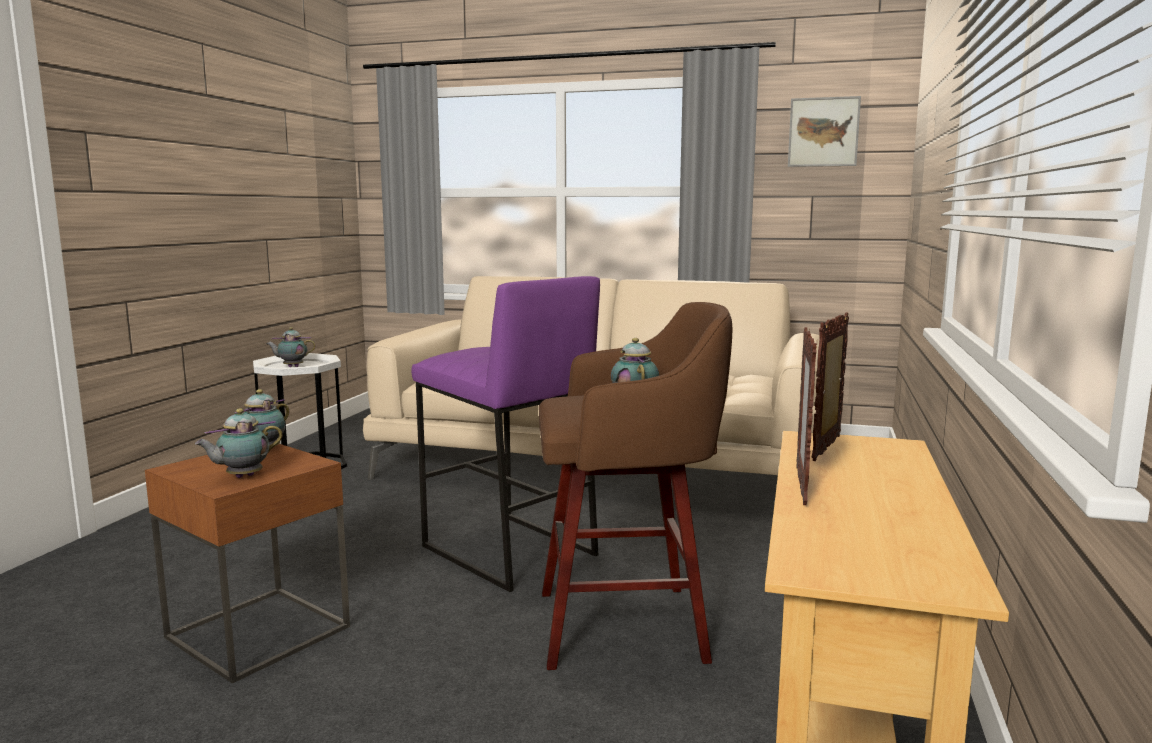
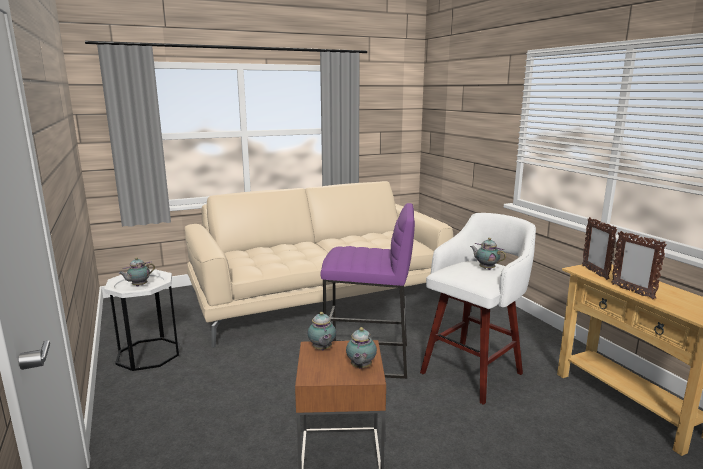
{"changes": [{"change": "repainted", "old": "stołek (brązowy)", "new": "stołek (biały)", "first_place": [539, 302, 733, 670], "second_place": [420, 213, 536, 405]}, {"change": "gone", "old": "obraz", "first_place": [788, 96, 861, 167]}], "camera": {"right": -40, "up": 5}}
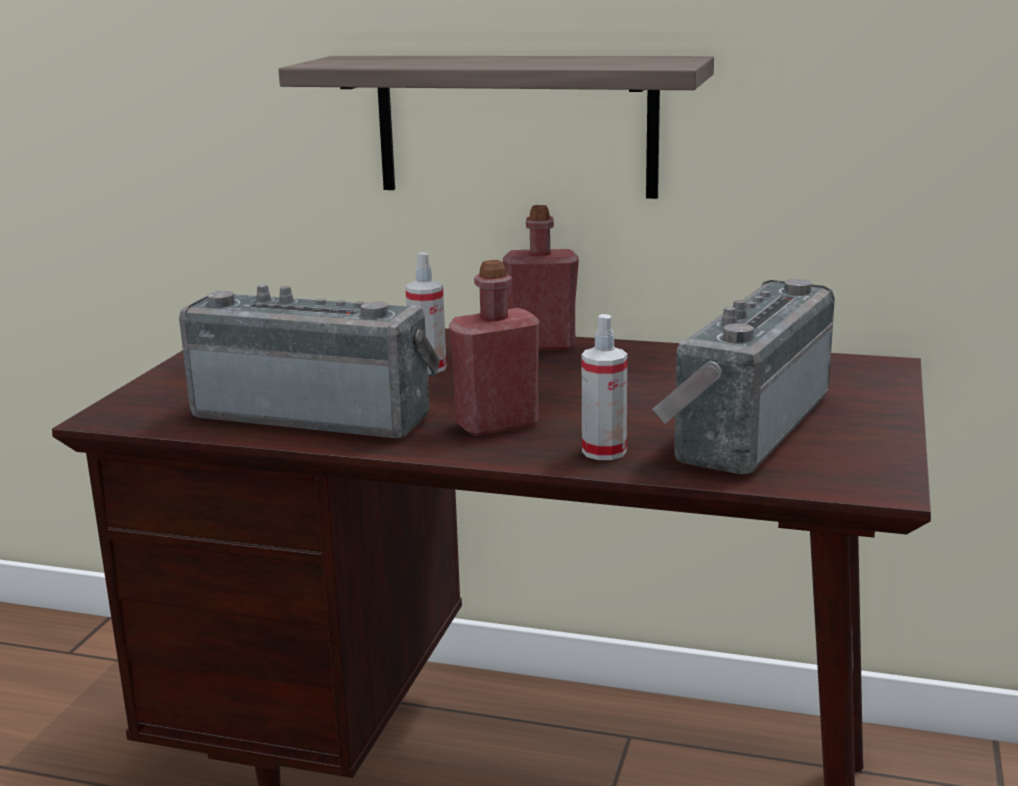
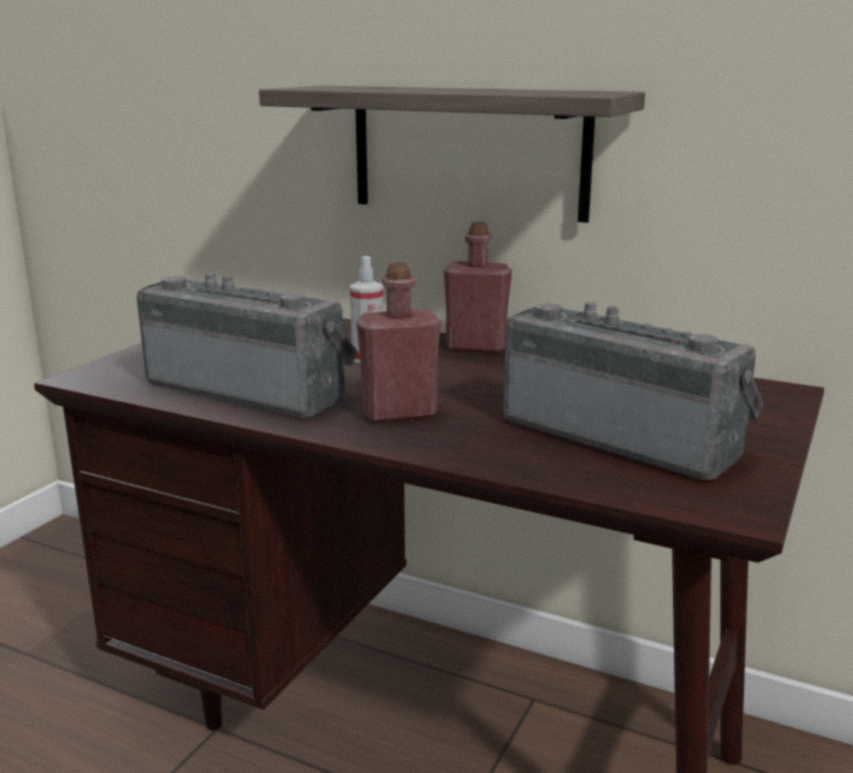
{"changes": [{"change": "gone", "old": "spryskiwacz", "first_place": [582, 314, 627, 460]}, {"change": "rotated", "old": "radio", "first_place": [653, 279, 835, 474], "second_place": [503, 302, 763, 480], "degrees": 90}], "camera": {"right": 10, "up": 0}}
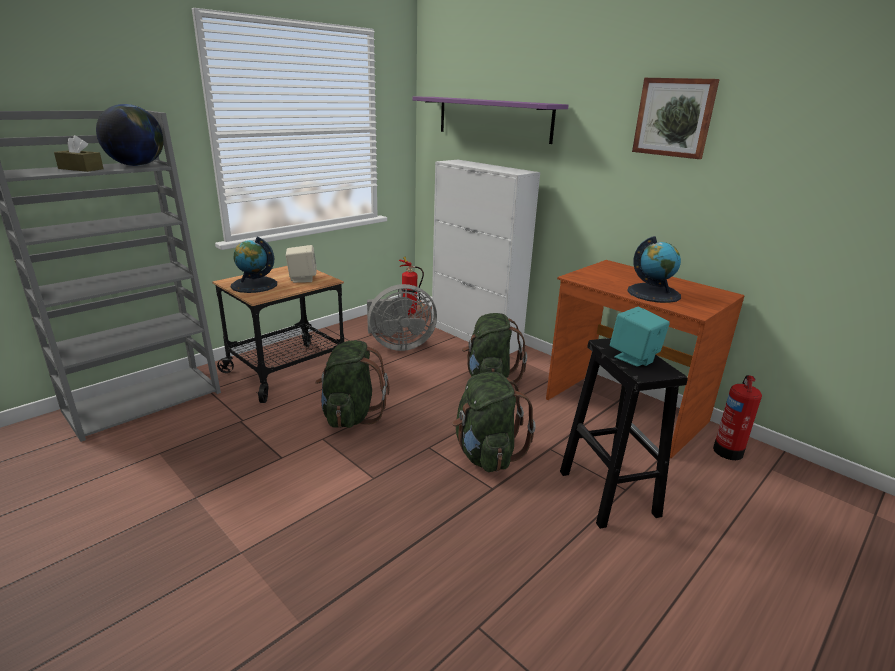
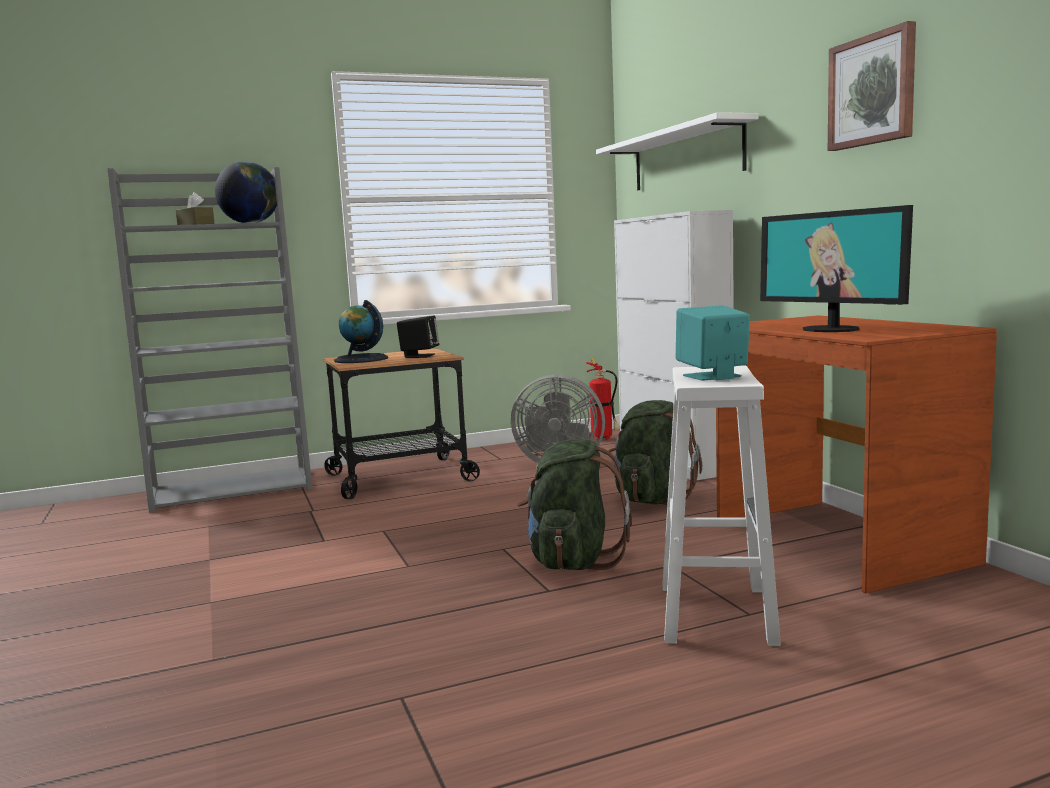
{"changes": [{"change": "repainted", "old": "głośnik (beżowy)", "new": "głośnik (czarny)", "first_place": [286, 245, 317, 283], "second_place": [397, 316, 439, 358]}, {"change": "gone", "old": "plecak (zielony)", "first_place": [315, 340, 390, 428]}, {"change": "repainted", "old": "półka (fioletowy)", "new": "półka (biały)", "first_place": [412, 96, 569, 144], "second_place": [596, 112, 758, 190]}, {"change": "repainted", "old": "stołek (czarny)", "new": "stołek (biały)", "first_place": [560, 338, 688, 529], "second_place": [662, 365, 781, 646]}, {"change": "swapped", "old": "globus", "new": "monitor", "first_place": [627, 236, 681, 303], "second_place": [760, 205, 913, 332]}, {"change": "gone", "old": "gaśnica", "first_place": [713, 375, 762, 460]}], "camera": {"right": 25, "up": -15}}
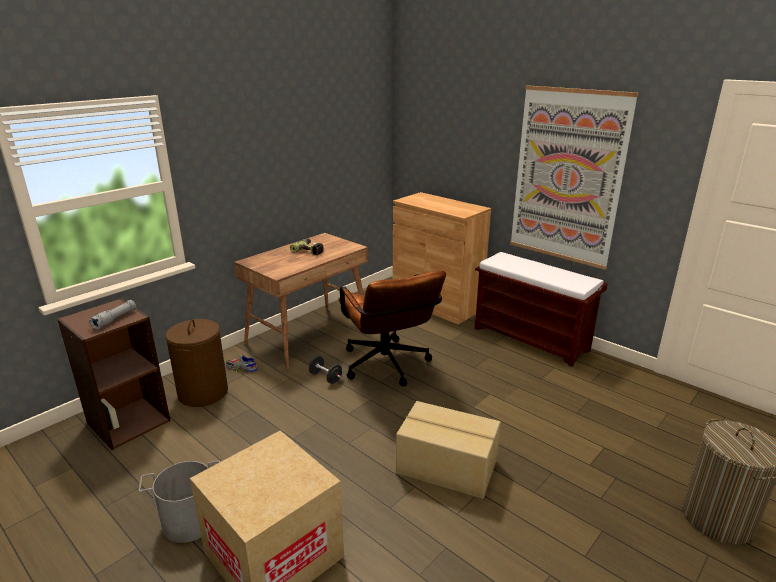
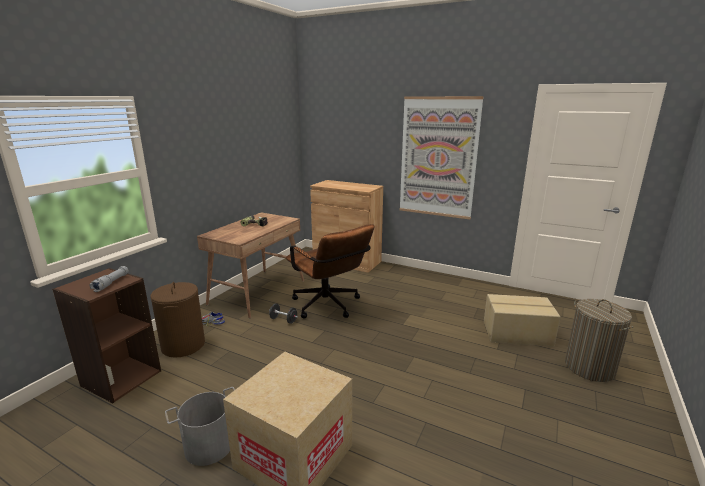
{"changes": [{"change": "shifted", "old": "karton", "first_place": [396, 401, 501, 499], "second_place": [484, 294, 561, 347]}, {"change": "gone", "old": "ławka (brązowy)", "first_place": [474, 252, 608, 367]}], "camera": {"right": -15, "up": -5}}
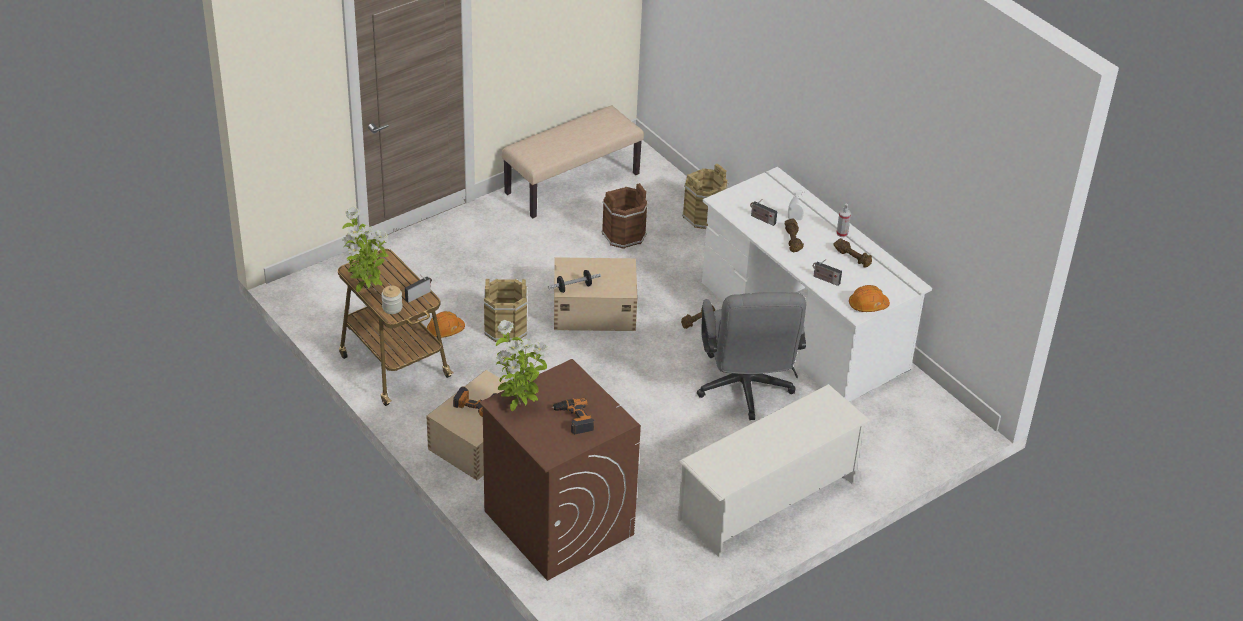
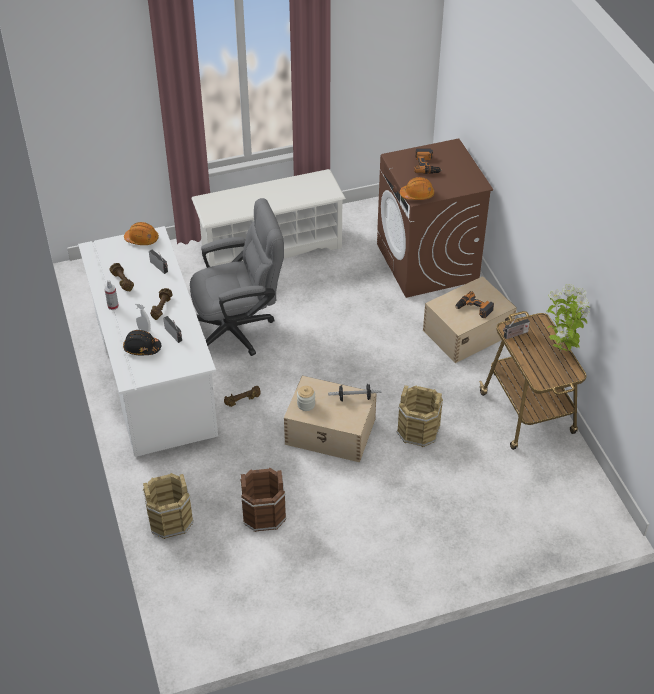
{"changes": [{"change": "shifted", "old": "słoik", "first_place": [381, 286, 403, 314], "second_place": [297, 386, 315, 411]}, {"change": "shifted", "old": "kask (pomarańczowy)", "first_place": [427, 311, 465, 338], "second_place": [400, 177, 434, 200]}, {"change": "gone", "old": "roślina doniczkowa", "first_place": [496, 320, 548, 411]}, {"change": "gone", "old": "ławka (beżowy)", "first_place": [502, 106, 644, 218]}, {"change": "rotated", "old": "krzesło biurowe (szary)", "first_place": [697, 292, 806, 420], "second_place": [190, 198, 284, 356], "degrees": 60}, {"change": "new", "new": "kask (czarny)", "second_place": [123, 330, 161, 355]}], "camera": {"right": -160, "up": 5}}
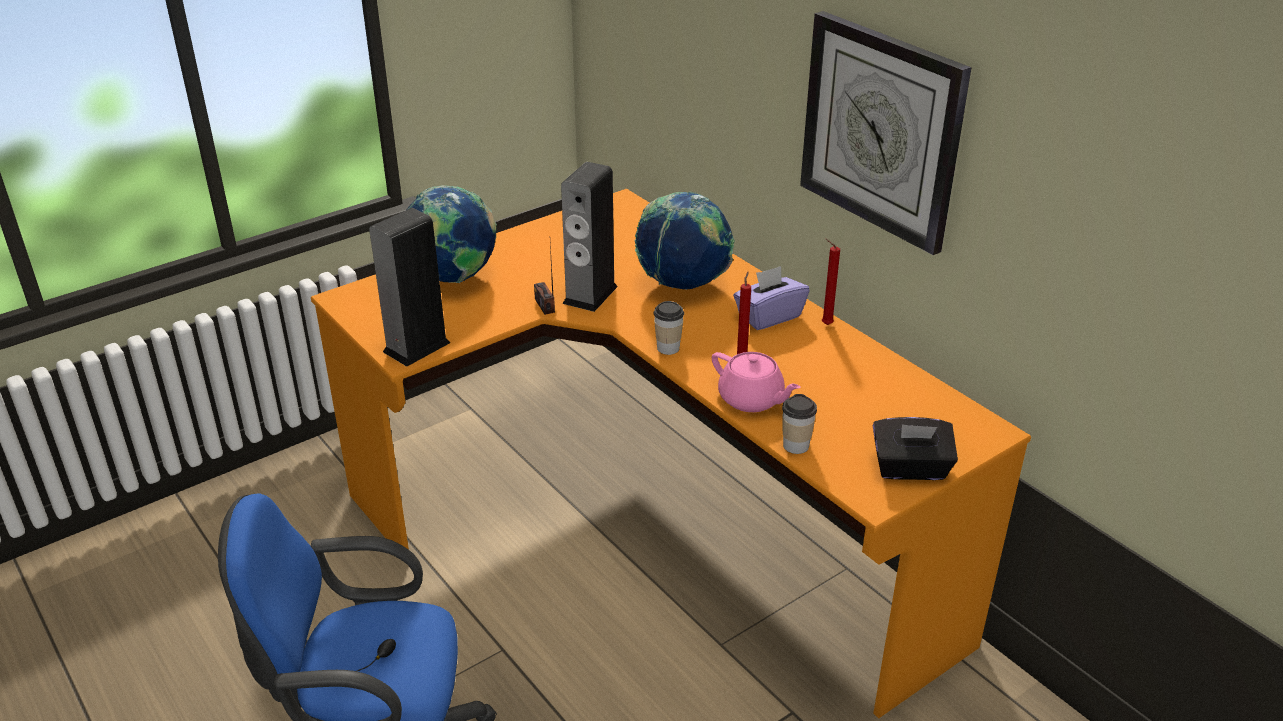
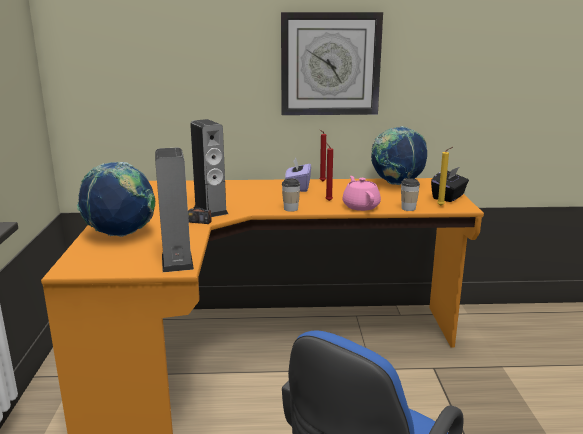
{"changes": [{"change": "shifted", "old": "globus", "first_place": [635, 192, 735, 290], "second_place": [371, 126, 427, 185]}, {"change": "rotated", "old": "imbryk (różowy)", "first_place": [712, 352, 801, 412], "second_place": [342, 176, 381, 211], "degrees": -90}, {"change": "new", "new": "świeca (żółty)", "second_place": [437, 147, 453, 206]}], "camera": {"right": -55, "up": -15}}
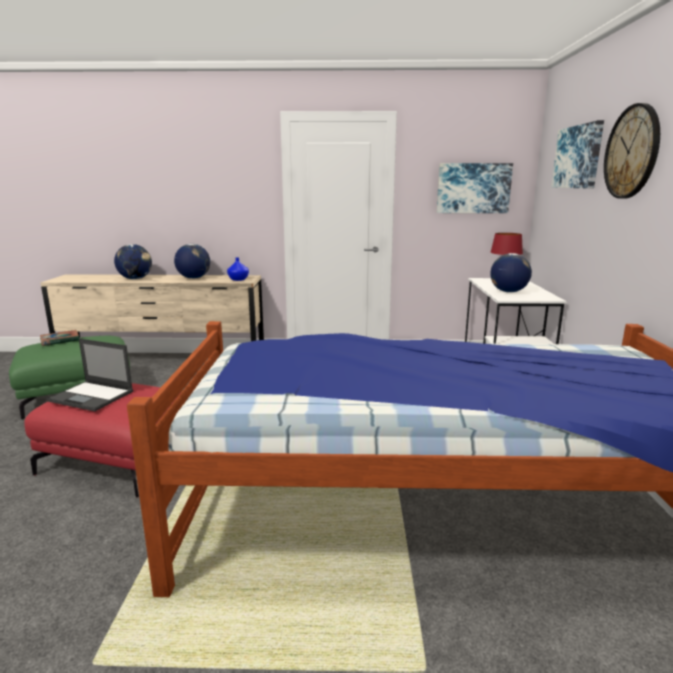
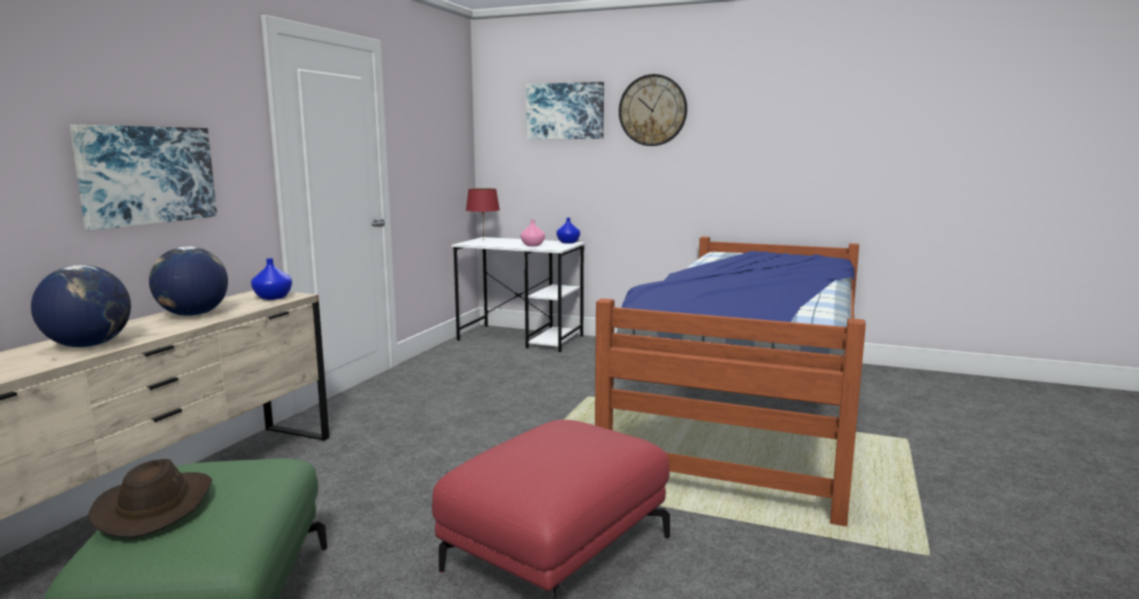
{"changes": [{"change": "swapped", "old": "książka", "new": "kapelusz (brązowy)", "first_place": [40, 330, 79, 346], "second_place": [88, 459, 212, 538]}, {"change": "gone", "old": "laptop", "first_place": [46, 339, 133, 411]}, {"change": "shifted", "old": "obraz", "first_place": [437, 163, 513, 213], "second_place": [70, 125, 217, 230]}, {"change": "swapped", "old": "globus", "new": "wazon (różowy)", "first_place": [490, 253, 532, 293], "second_place": [521, 220, 545, 246]}, {"change": "new", "new": "wazon (niebieski)", "second_place": [556, 218, 580, 244]}], "camera": {"right": -70, "up": -5}}
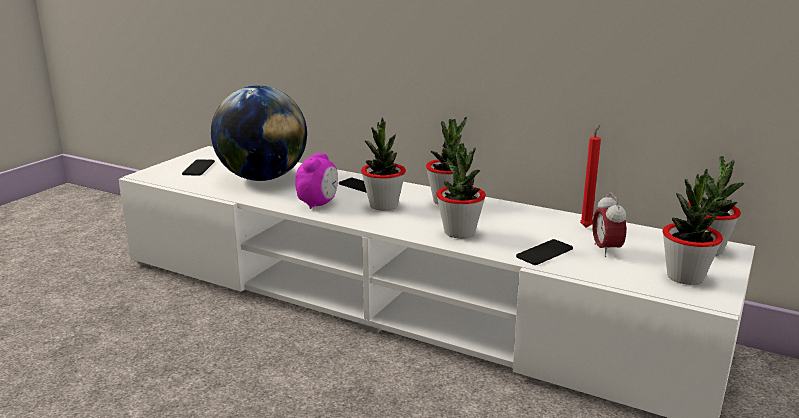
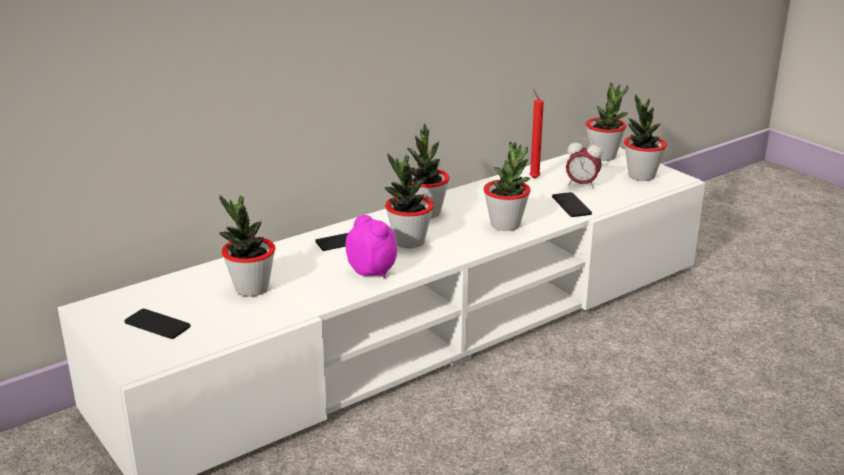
{"changes": [{"change": "swapped", "old": "globus", "new": "roślina doniczkowa", "first_place": [211, 85, 307, 181], "second_place": [219, 195, 275, 297]}], "camera": {"right": -65, "up": 5}}
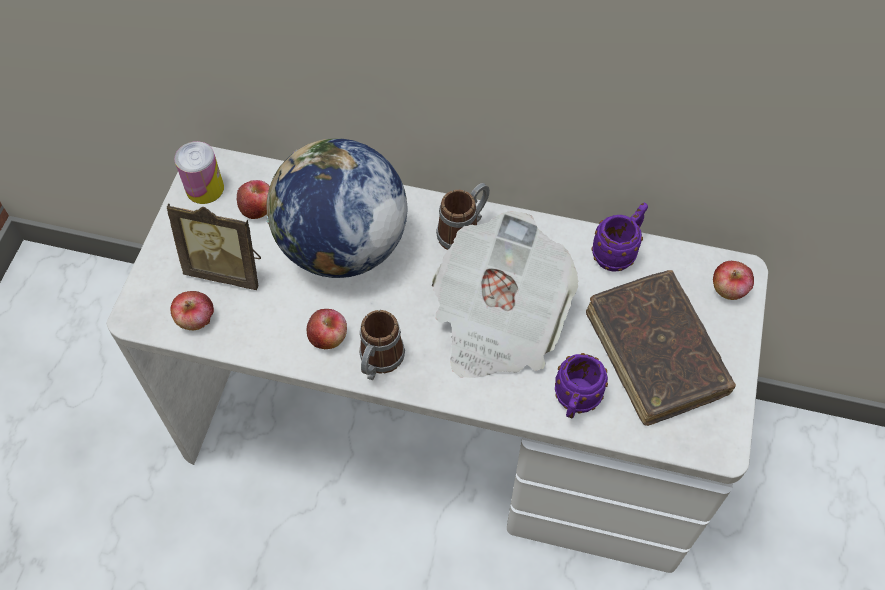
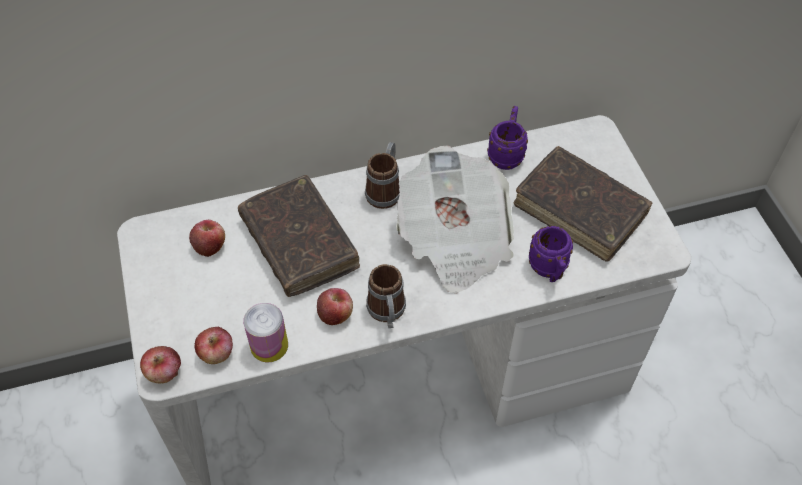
{"changes": [{"change": "gone", "old": "ramka na zdjęcie", "first_place": [166, 203, 261, 290]}, {"change": "shifted", "old": "puszka", "first_place": [174, 141, 224, 204], "second_place": [243, 303, 288, 363]}, {"change": "swapped", "old": "globus", "new": "książka (brązowy)", "first_place": [266, 138, 407, 278], "second_place": [238, 175, 360, 297]}, {"change": "shifted", "old": "jabłko", "first_place": [713, 261, 754, 300], "second_place": [140, 346, 181, 383]}], "camera": {"right": -30, "up": -5}}
